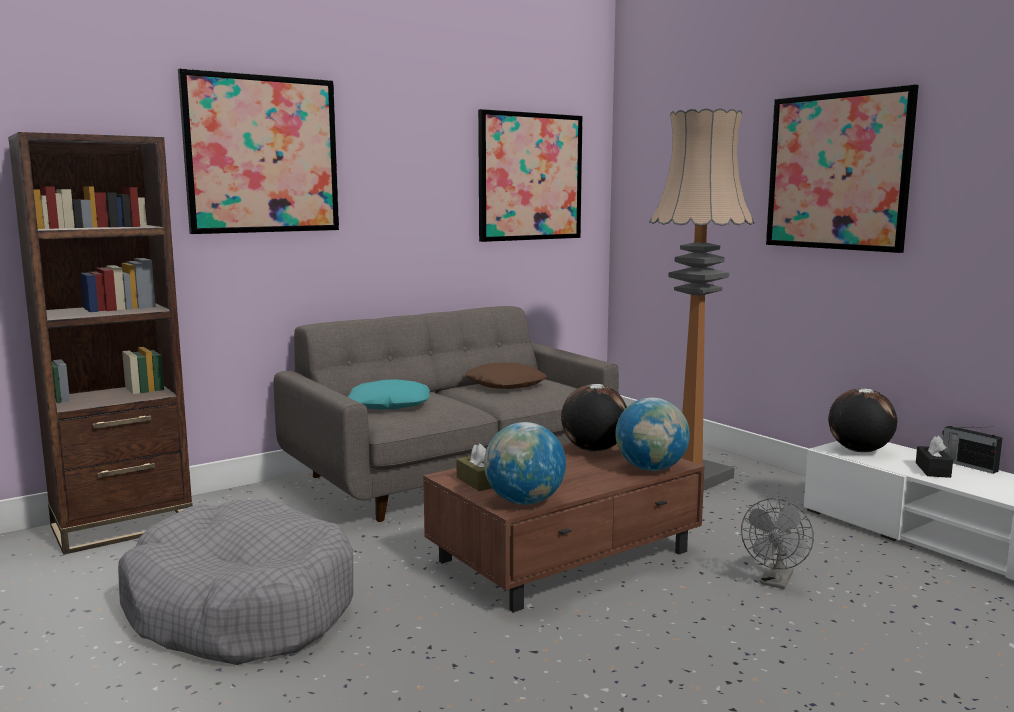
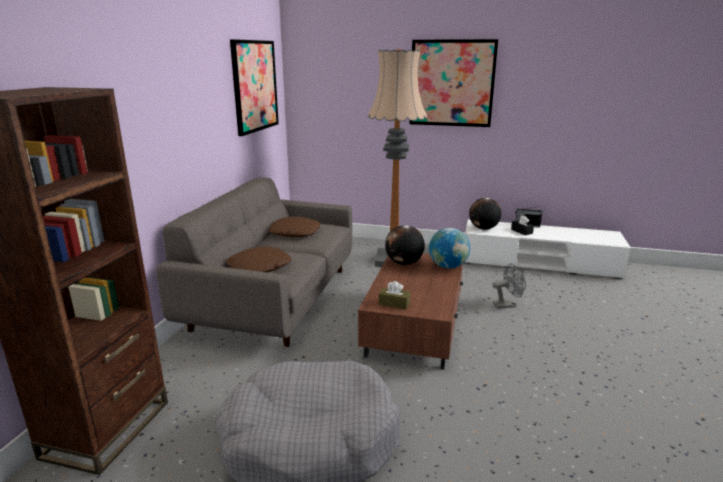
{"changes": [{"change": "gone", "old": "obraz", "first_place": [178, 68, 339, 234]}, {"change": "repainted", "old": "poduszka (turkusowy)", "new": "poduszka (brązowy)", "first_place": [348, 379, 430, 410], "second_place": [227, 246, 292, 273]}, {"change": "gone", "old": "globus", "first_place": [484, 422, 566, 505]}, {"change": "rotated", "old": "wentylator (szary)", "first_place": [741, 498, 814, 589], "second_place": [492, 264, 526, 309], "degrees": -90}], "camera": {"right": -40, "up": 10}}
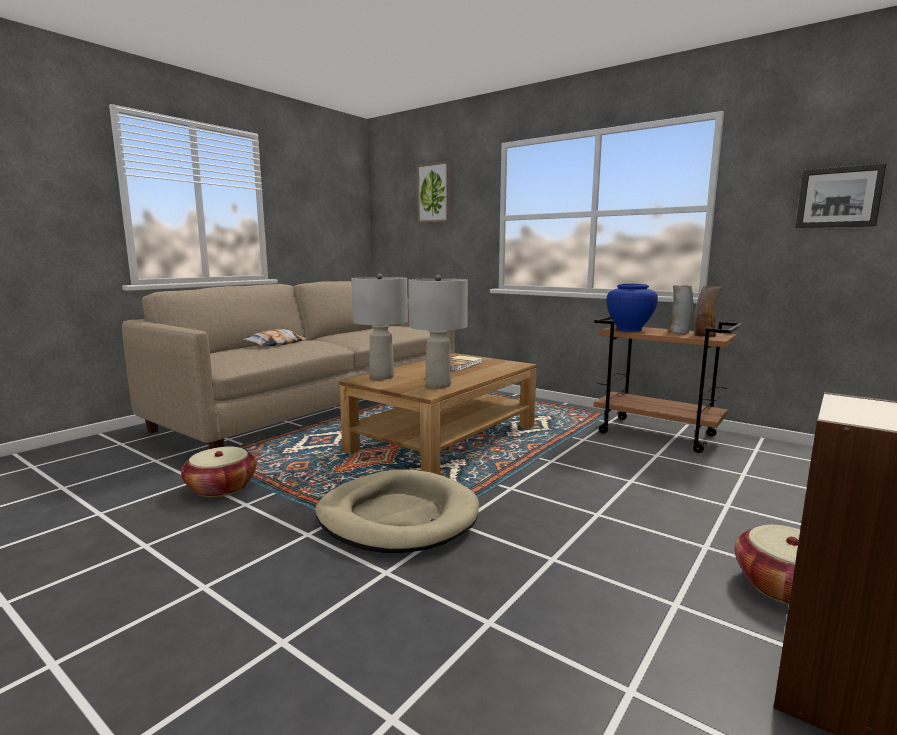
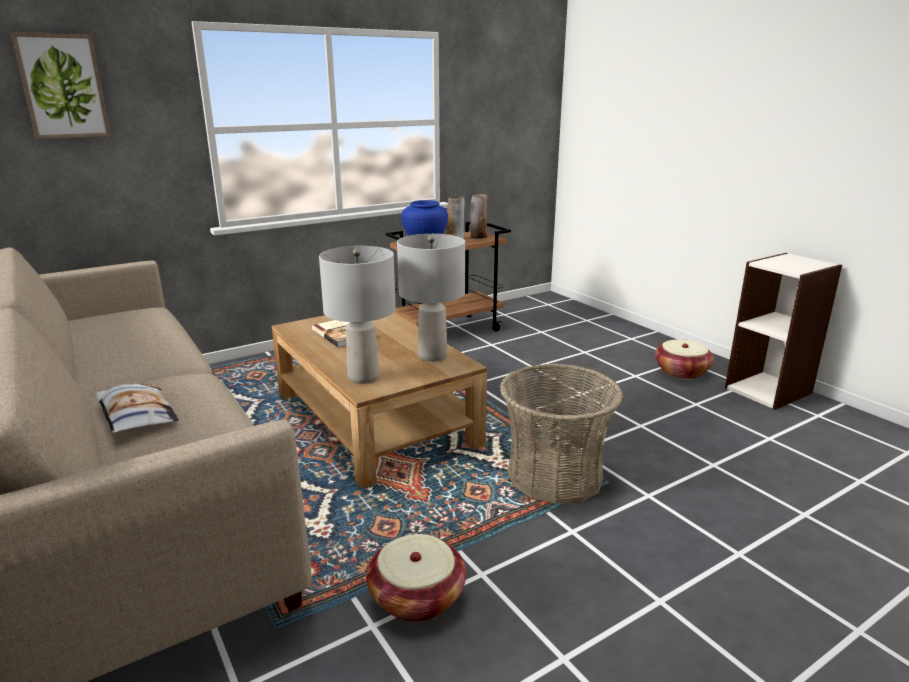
{"changes": [{"change": "swapped", "old": "legowisko (beżowy)", "new": "koszyk", "first_place": [315, 469, 479, 553], "second_place": [500, 363, 623, 504]}, {"change": "gone", "old": "obraz", "first_place": [796, 163, 886, 228]}], "camera": {"right": -70, "up": 10}}
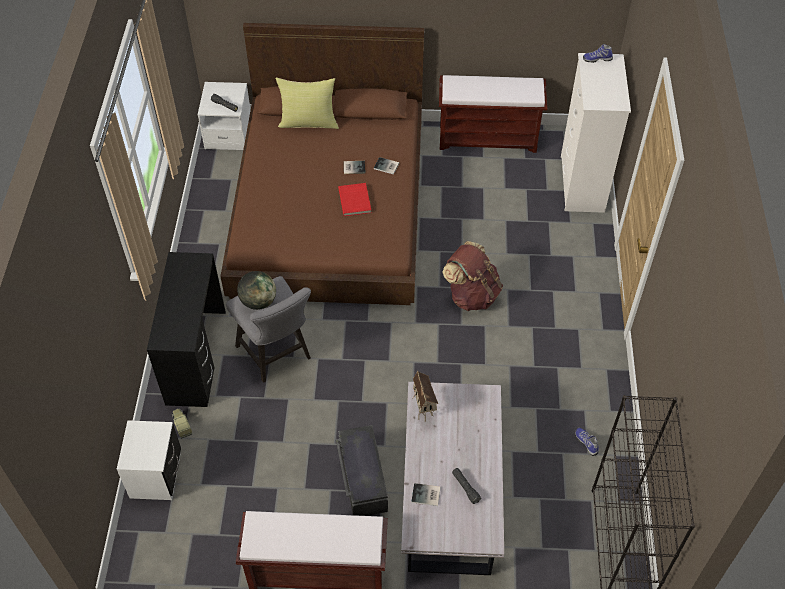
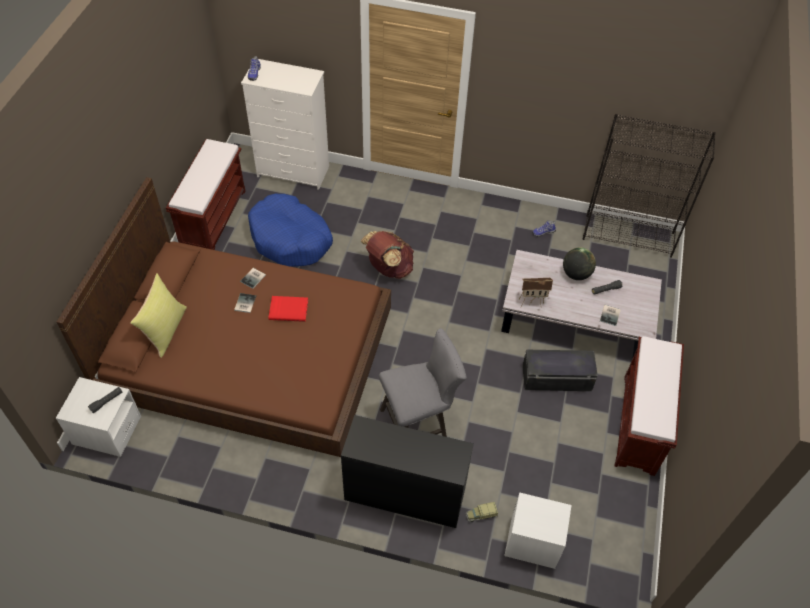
{"changes": [{"change": "shifted", "old": "globus", "first_place": [237, 271, 276, 310], "second_place": [563, 247, 596, 280]}, {"change": "new", "new": "legowisko (niebieski)", "second_place": [248, 194, 333, 267]}], "camera": {"right": -80, "up": 0}}
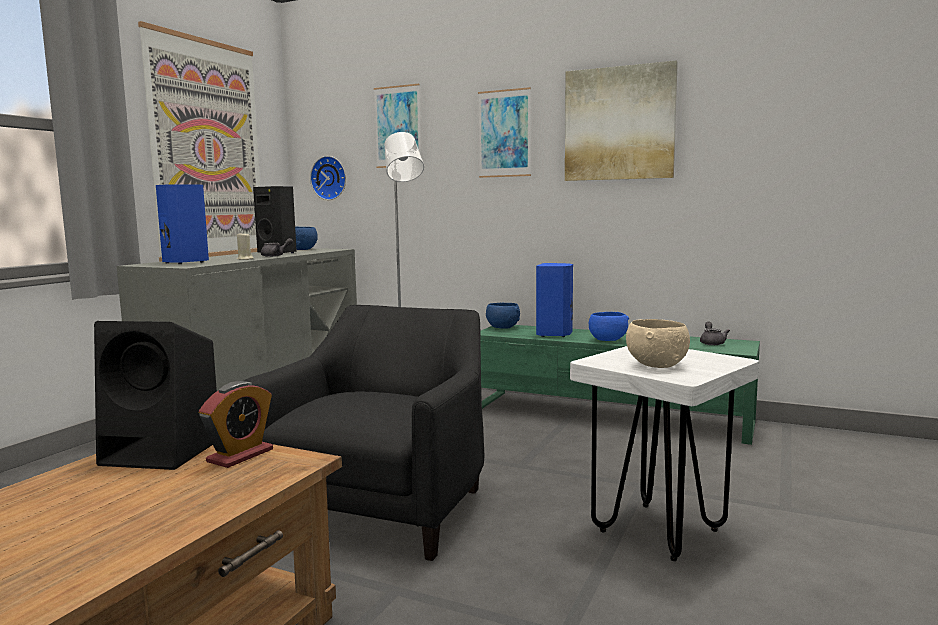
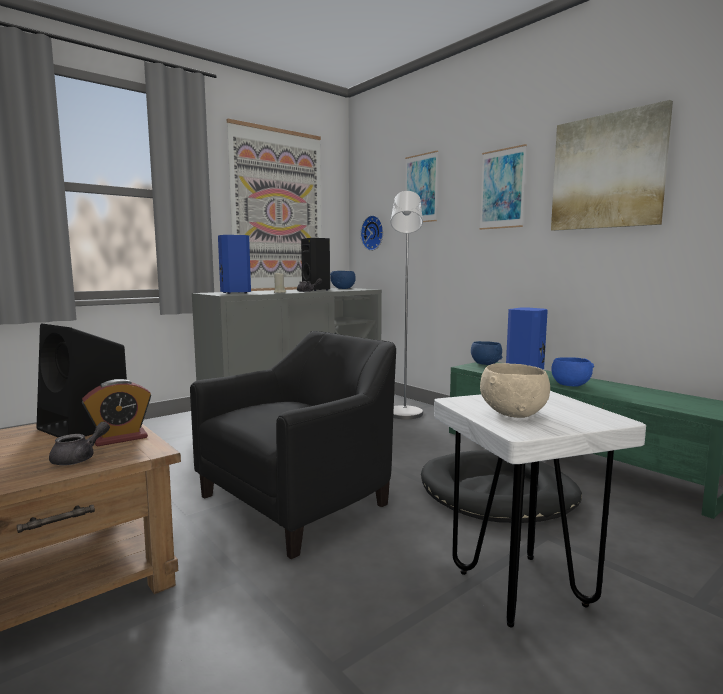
{"changes": [{"change": "shifted", "old": "imbryk (szary)", "first_place": [700, 322, 730, 345], "second_place": [49, 422, 110, 465]}, {"change": "new", "new": "legowisko (czarny)", "second_place": [421, 450, 582, 523]}], "camera": {"right": 25, "up": 0}}
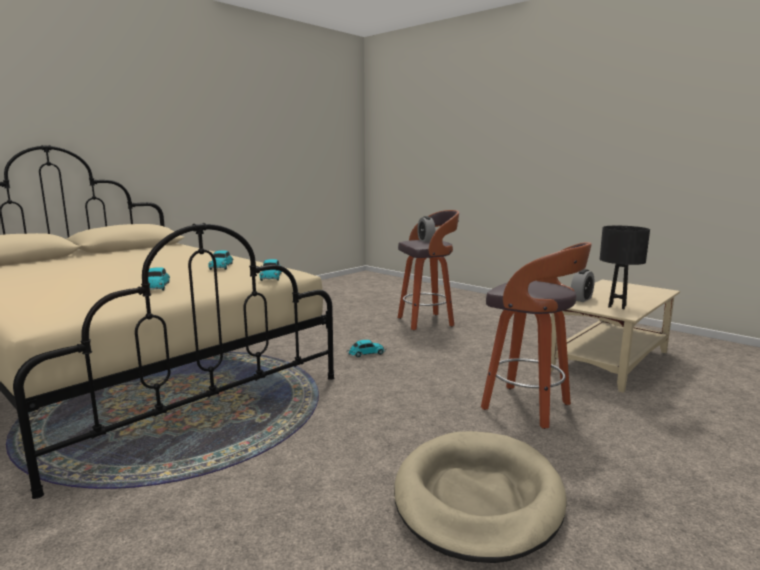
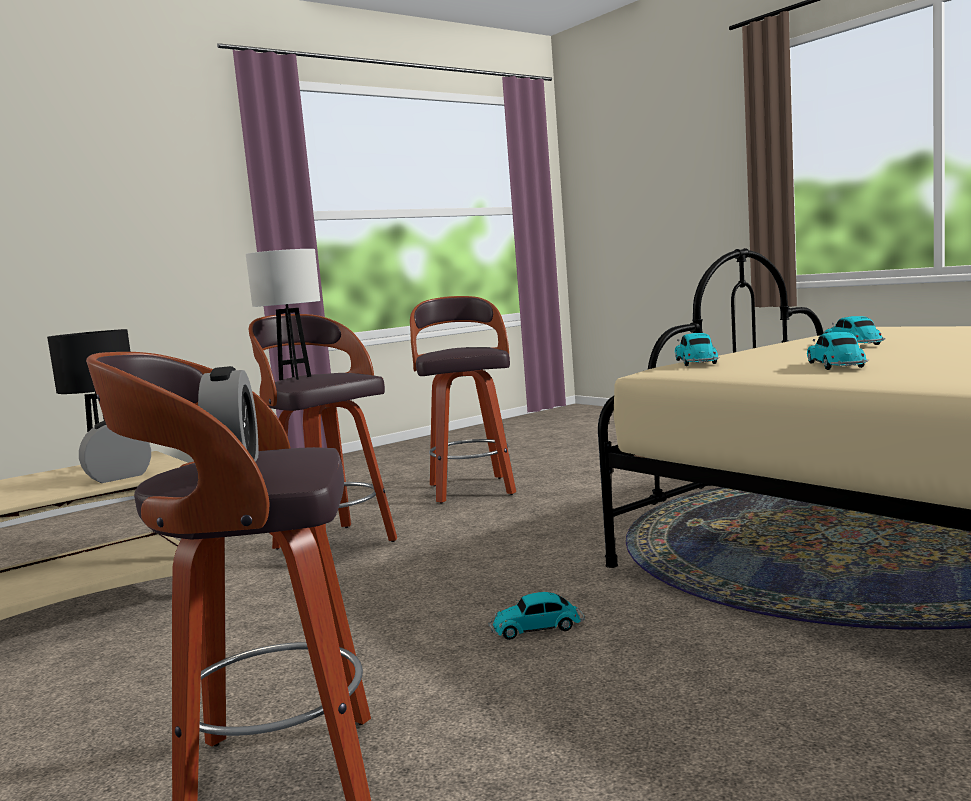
{"changes": [{"change": "swapped", "old": "legowisko (beżowy)", "new": "stołek", "first_place": [394, 431, 567, 563], "second_place": [410, 296, 516, 503]}, {"change": "new", "new": "lampa stołowa (biały)", "second_place": [246, 249, 320, 380]}], "camera": {"right": -170, "up": -5}}
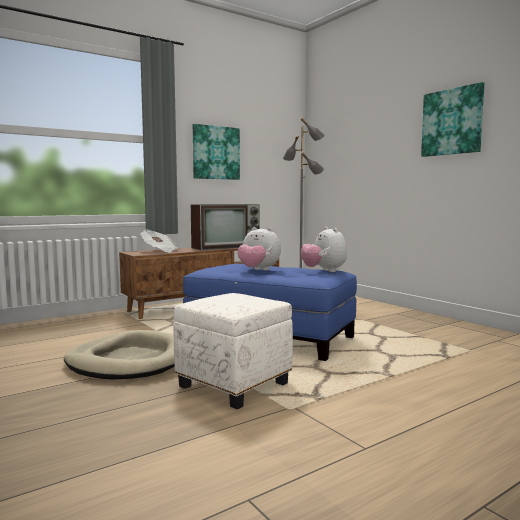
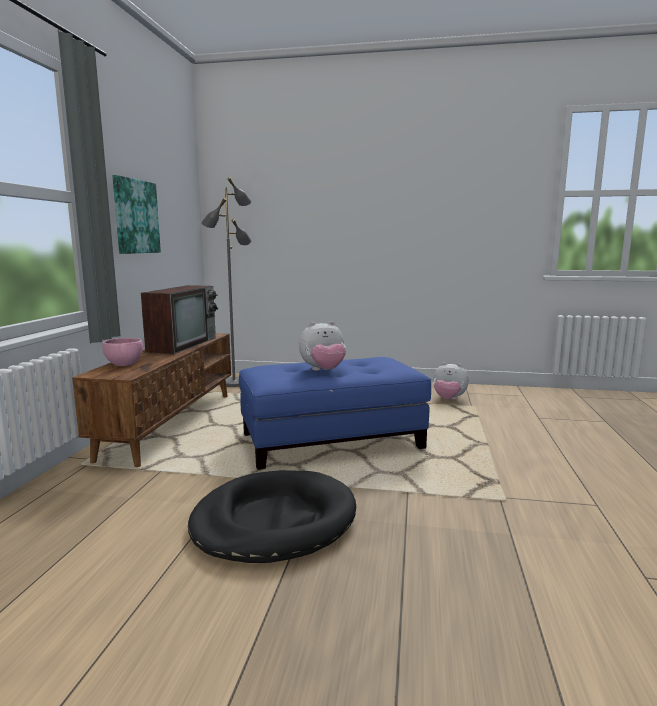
{"changes": [{"change": "repainted", "old": "legowisko (beżowy)", "new": "legowisko (czarny)", "first_place": [64, 330, 175, 380], "second_place": [188, 470, 356, 563]}, {"change": "swapped", "old": "gazeta", "new": "miska (różowy)", "first_place": [140, 229, 178, 252], "second_place": [102, 338, 143, 366]}, {"change": "gone", "old": "pufa (biały)", "first_place": [173, 293, 293, 409]}, {"change": "shifted", "old": "pluszak", "first_place": [301, 227, 347, 272], "second_place": [433, 362, 469, 400]}, {"change": "gone", "old": "obraz", "first_place": [421, 82, 484, 157]}], "camera": {"right": -45, "up": 5}}
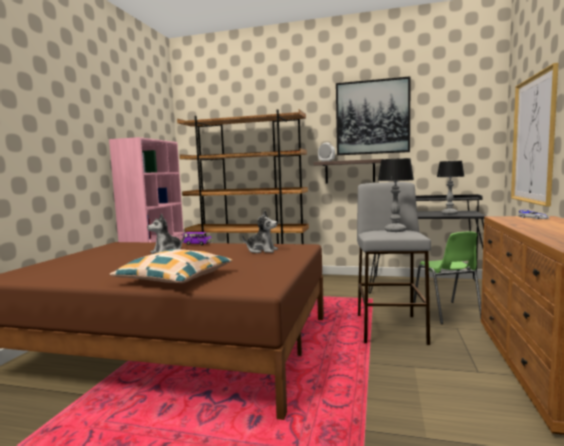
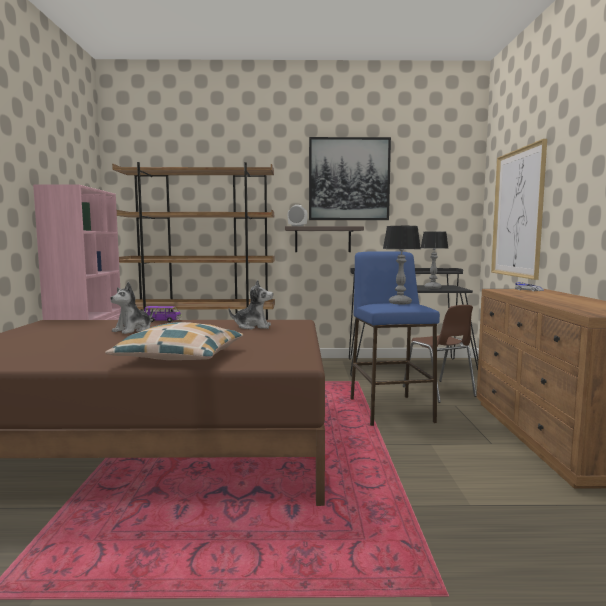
{"changes": [{"change": "repainted", "old": "stołek (szary)", "new": "stołek (niebieski)", "first_place": [357, 182, 431, 345], "second_place": [350, 251, 440, 426]}, {"change": "repainted", "old": "krzesło (zielony)", "new": "krzesło (brązowy)", "first_place": [413, 232, 481, 324], "second_place": [403, 305, 477, 403]}], "camera": {"right": -15, "up": 0}}
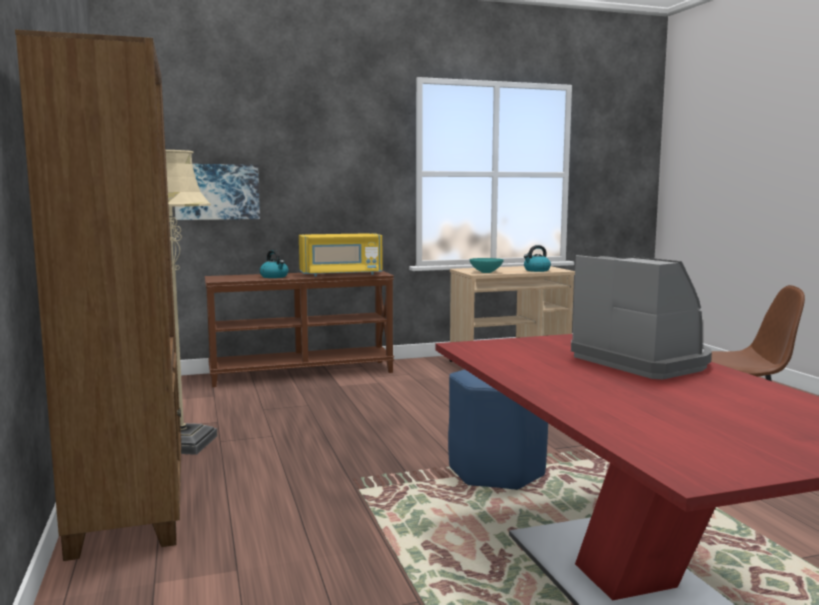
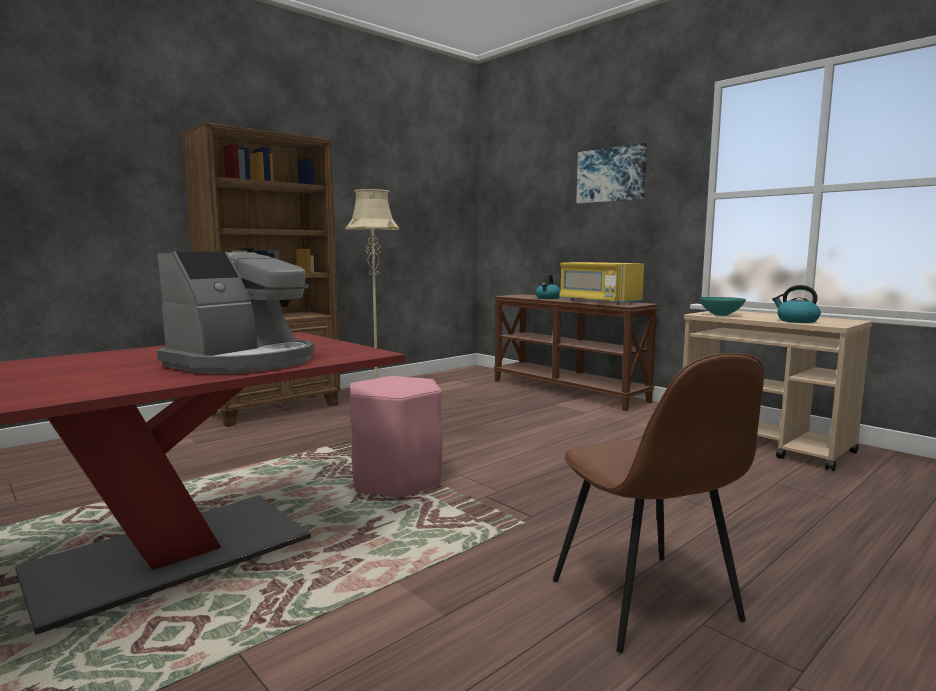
{"changes": [{"change": "shifted", "old": "obraz", "first_place": [175, 164, 260, 220], "second_place": [576, 143, 647, 204]}, {"change": "repainted", "old": "stołek (niebieski)", "new": "stołek (różowy)", "first_place": [448, 369, 548, 490], "second_place": [350, 376, 443, 498]}], "camera": {"right": 65, "up": 0}}
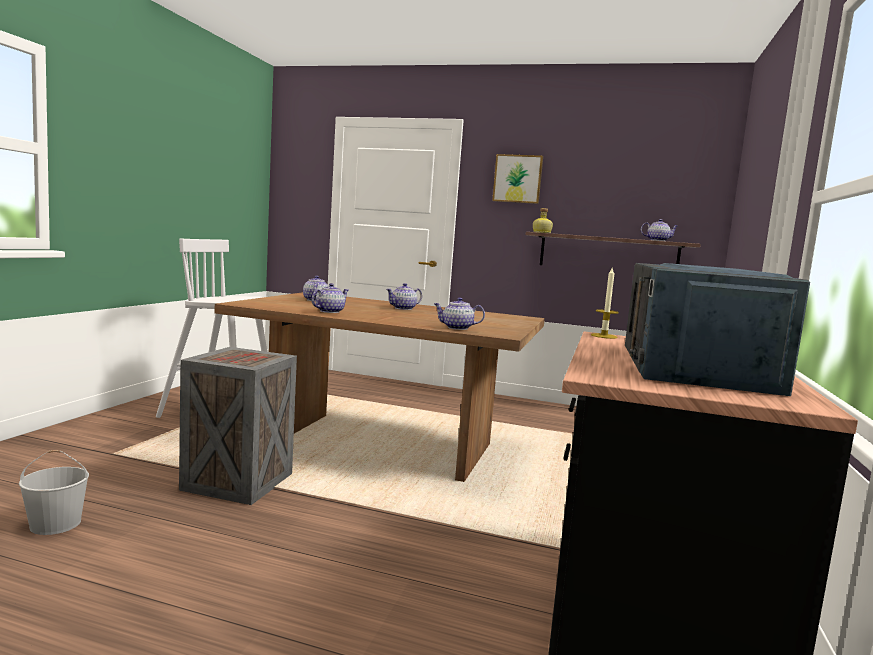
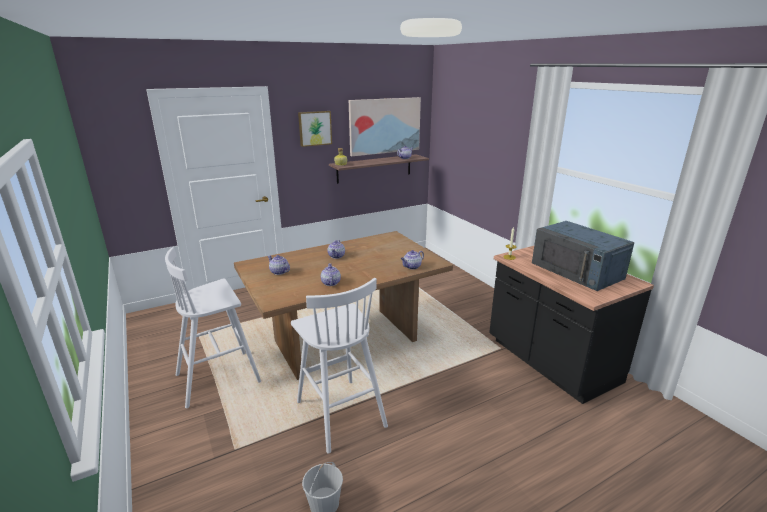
{"changes": [{"change": "swapped", "old": "skrzynka", "new": "stołek (biały)", "first_place": [179, 347, 297, 505], "second_place": [291, 278, 388, 454]}, {"change": "new", "new": "obraz", "second_place": [349, 97, 421, 156]}], "camera": {"right": -45, "up": 15}}
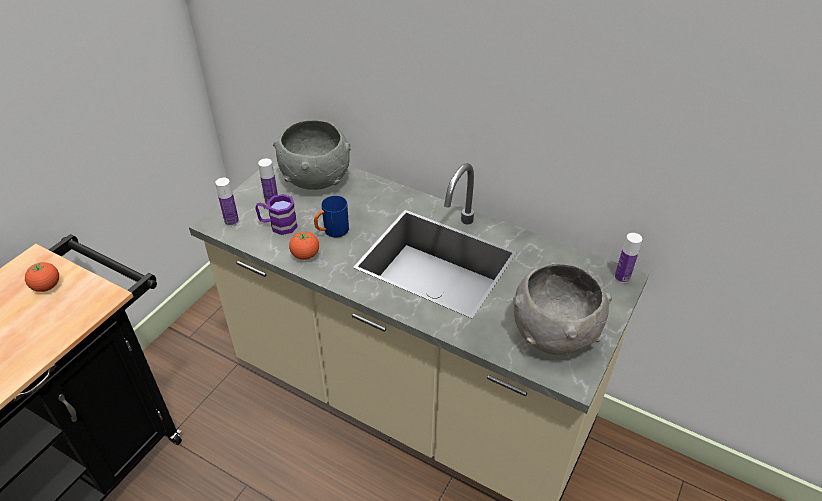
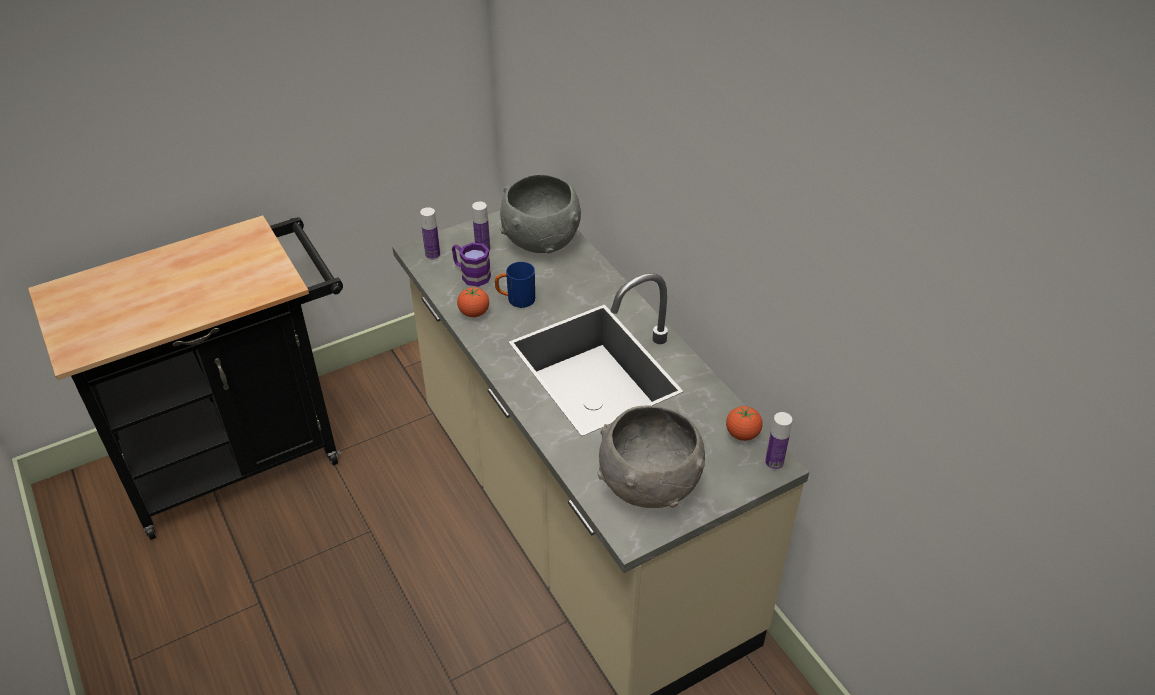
{"changes": [{"change": "shifted", "old": "pomidor", "first_place": [25, 262, 59, 292], "second_place": [726, 406, 763, 441]}], "camera": {"right": 30, "up": 0}}
